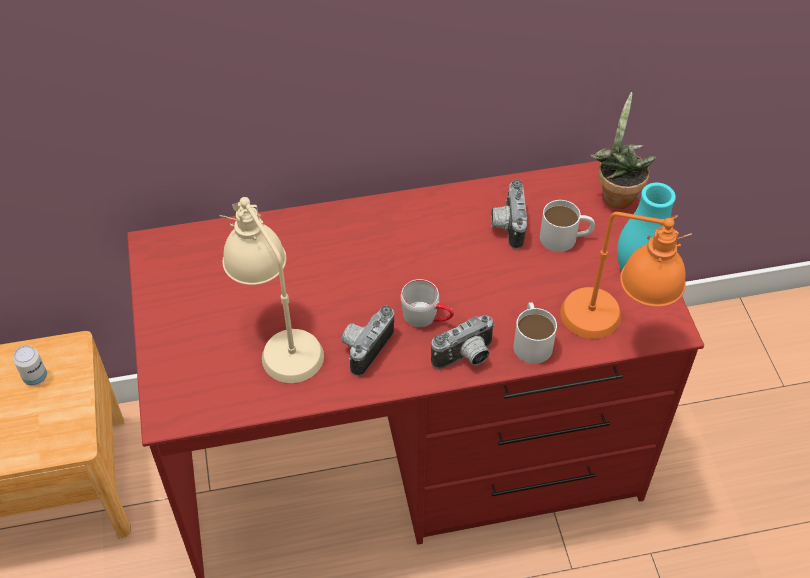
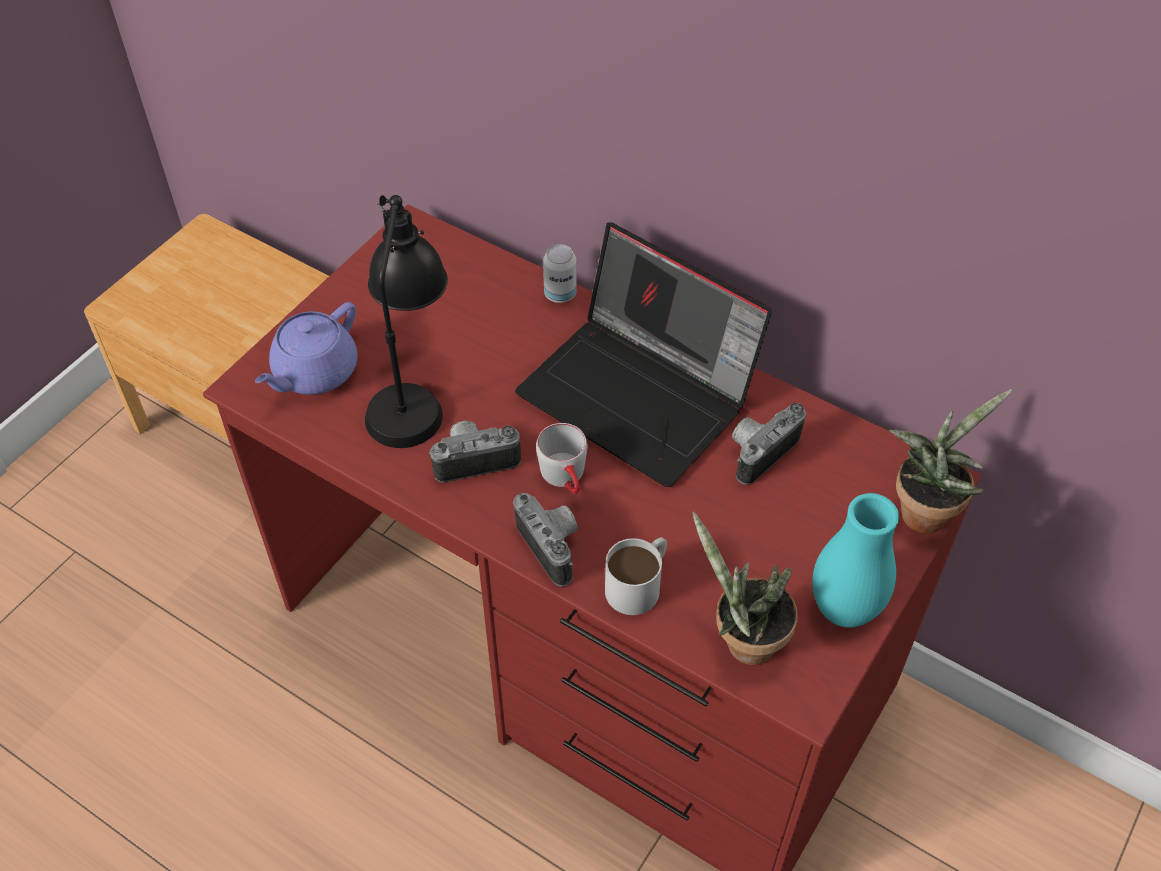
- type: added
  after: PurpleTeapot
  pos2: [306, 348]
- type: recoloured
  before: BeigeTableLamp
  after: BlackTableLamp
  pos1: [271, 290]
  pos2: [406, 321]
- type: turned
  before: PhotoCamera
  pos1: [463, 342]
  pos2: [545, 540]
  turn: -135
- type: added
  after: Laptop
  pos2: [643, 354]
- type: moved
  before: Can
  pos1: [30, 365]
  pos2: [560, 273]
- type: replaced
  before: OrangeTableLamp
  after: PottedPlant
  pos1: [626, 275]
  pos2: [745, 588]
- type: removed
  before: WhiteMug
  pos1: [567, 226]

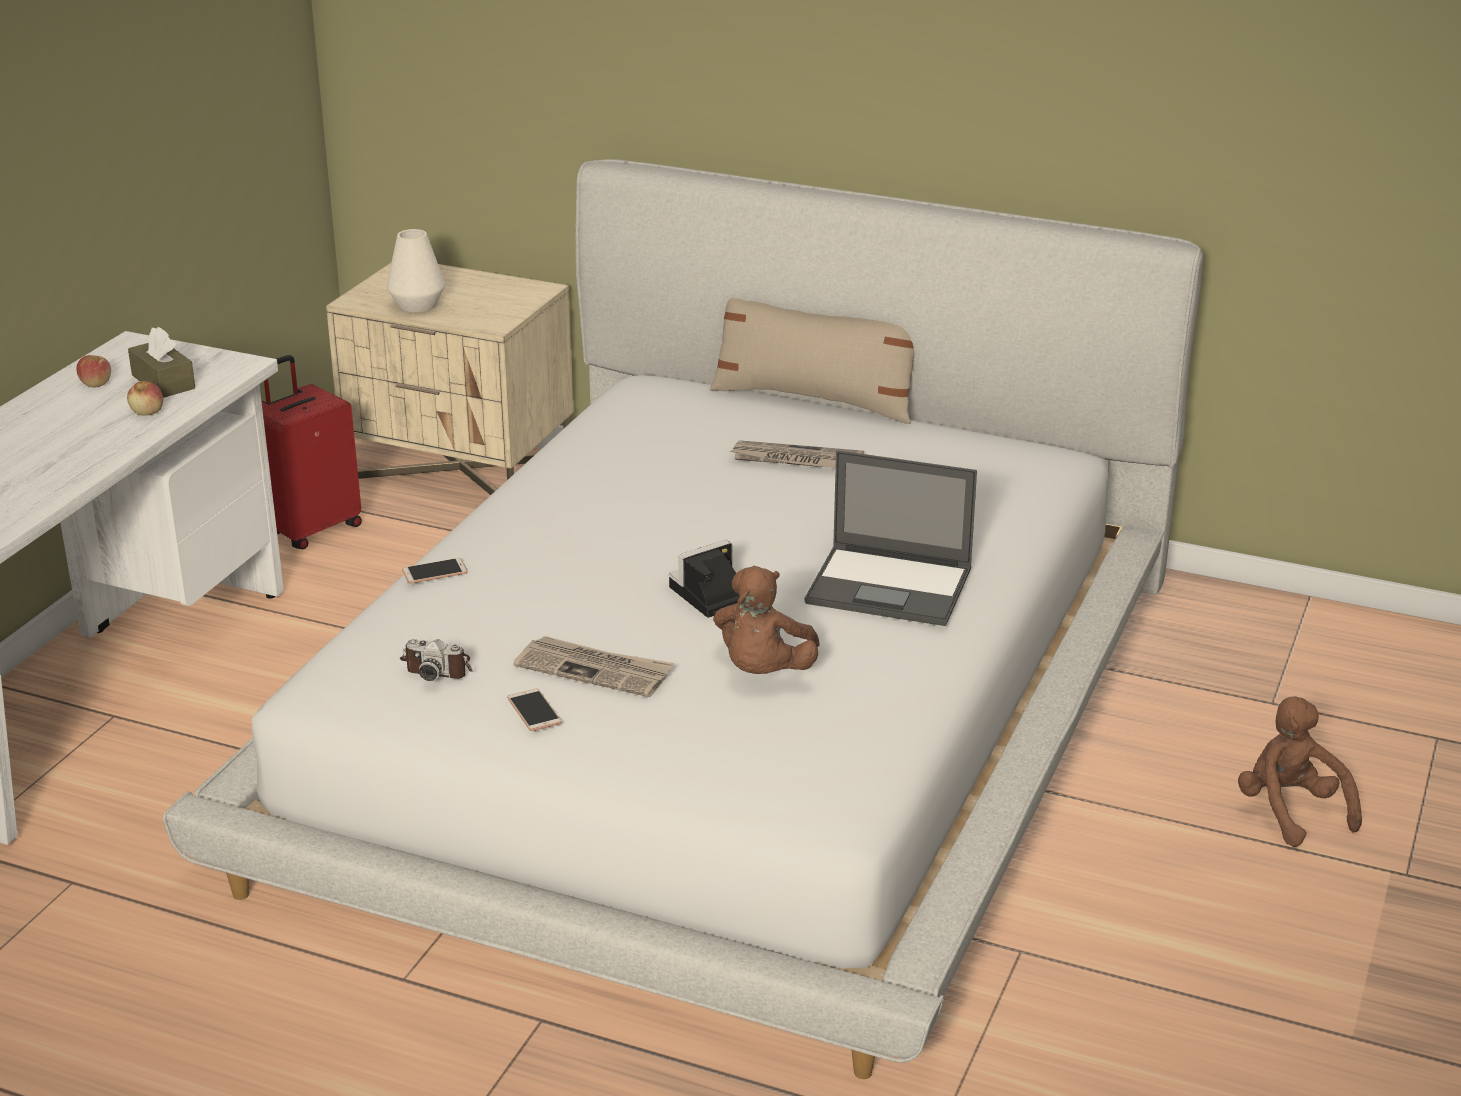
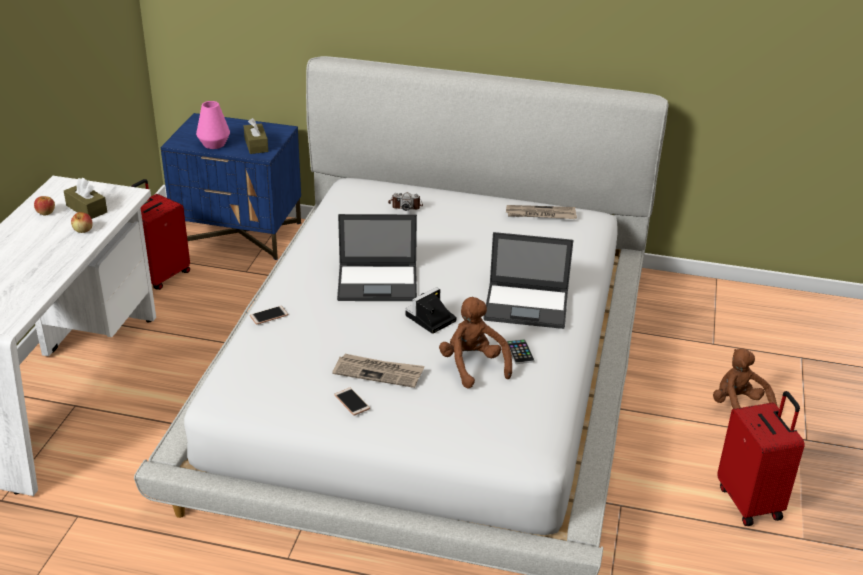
- type: recoloured
  before: BeigeNightstand
  after: BlueNightstand
  pos1: [450, 379]
  pos2: [231, 186]
- type: recoloured
  before: WhiteVase
  after: PinkVase
  pos1: [416, 271]
  pos2: [213, 125]
- type: added
  after: BrownTissueBox
  pos2: [256, 136]
- type: added
  after: Laptop
  pos2: [377, 257]
- type: moved
  before: PhotoCamera
  pos1: [436, 660]
  pos2: [405, 201]
- type: turned
  before: BrownPlushToy
  pos1: [766, 620]
  pos2: [475, 342]
  turn: 150
- type: moved
  before: Newspaper
  pos1: [797, 454]
  pos2: [541, 212]
- type: added
  after: Phone
  pos2: [521, 351]
- type: added
  after: RedSuitcase
  pos2: [761, 458]
- type: removed
  before: BeigePillow
  pos1: [812, 361]

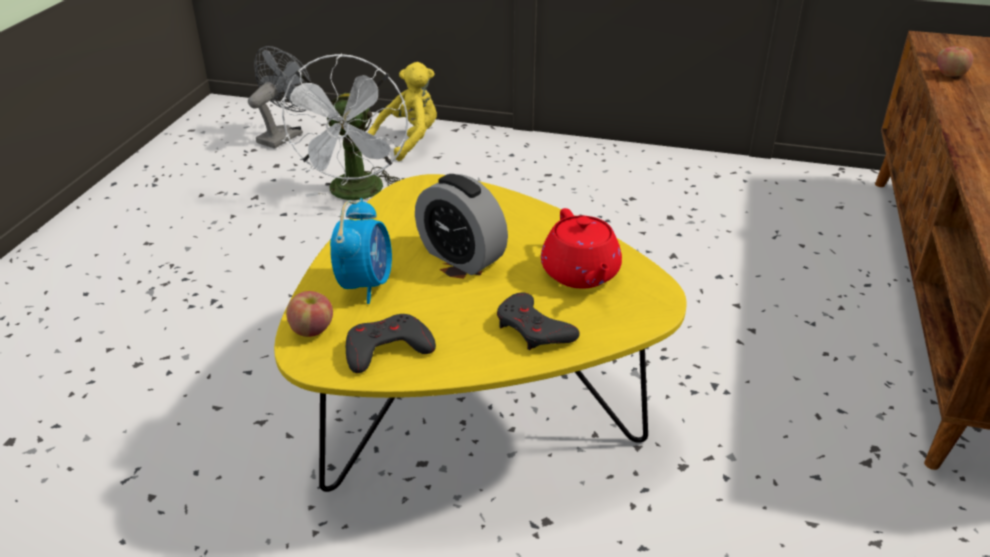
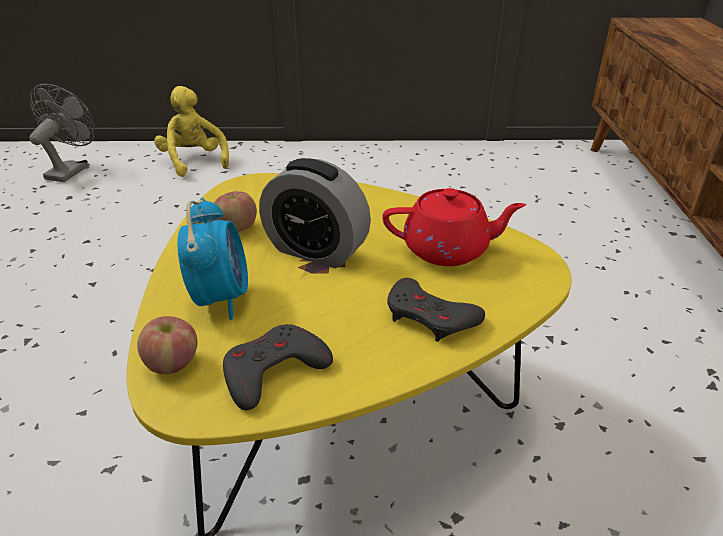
- type: turned
  before: YellowPlushToy
  pos1: [402, 111]
  pos2: [191, 131]
  turn: -60
- type: moved
  before: Apple
  pos1: [955, 61]
  pos2: [235, 211]
- type: turned
  before: RedTeapot
  pos1: [581, 248]
  pos2: [454, 227]
  turn: -60
- type: removed
  before: WhiteFan
  pos1: [343, 126]

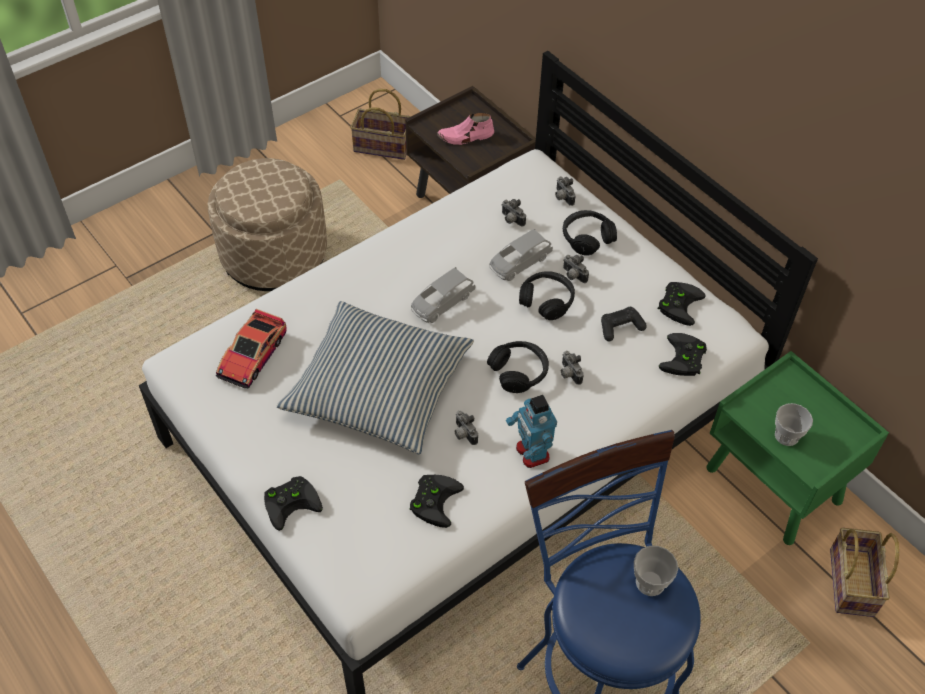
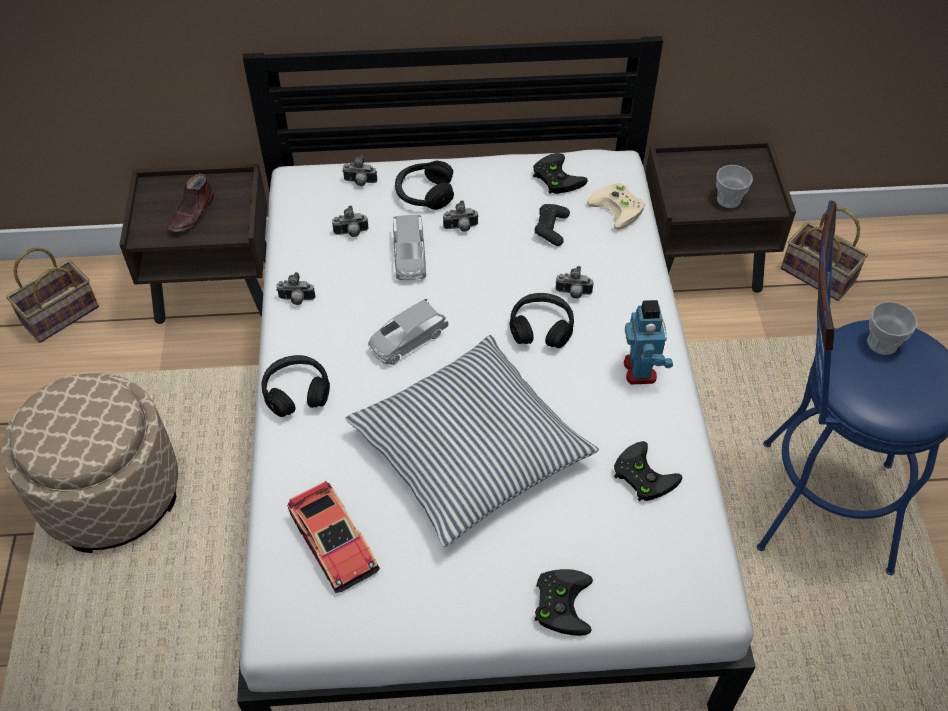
- type: recoloured
  before: PinkShoe
  after: BrownShoe
  pos1: [465, 129]
  pos2: [191, 202]
- type: moved
  before: BlackHeadphones
  pos1: [547, 295]
  pos2: [295, 386]
- type: moved
  before: PhotoCamera
  pos1: [466, 428]
  pos2: [295, 288]
- type: turned
  before: GreyToyCar
  pos1: [443, 295]
  pos2: [408, 332]
  turn: 60
- type: recoloured
  before: BlackGameController
  after: BeigeGameController
  pos1: [683, 354]
  pos2: [616, 206]
- type: turned
  before: ToyRobot
  pos1: [531, 431]
  pos2: [648, 342]
  turn: -105
- type: recoloured
  before: GreenNightstand
  after: BrownNightstand
  pos1: [797, 448]
  pos2: [720, 216]

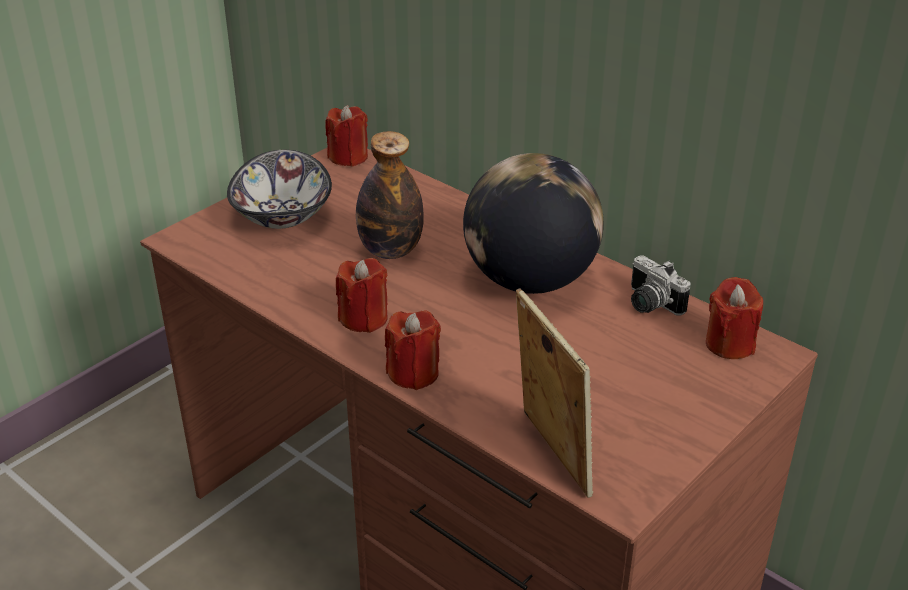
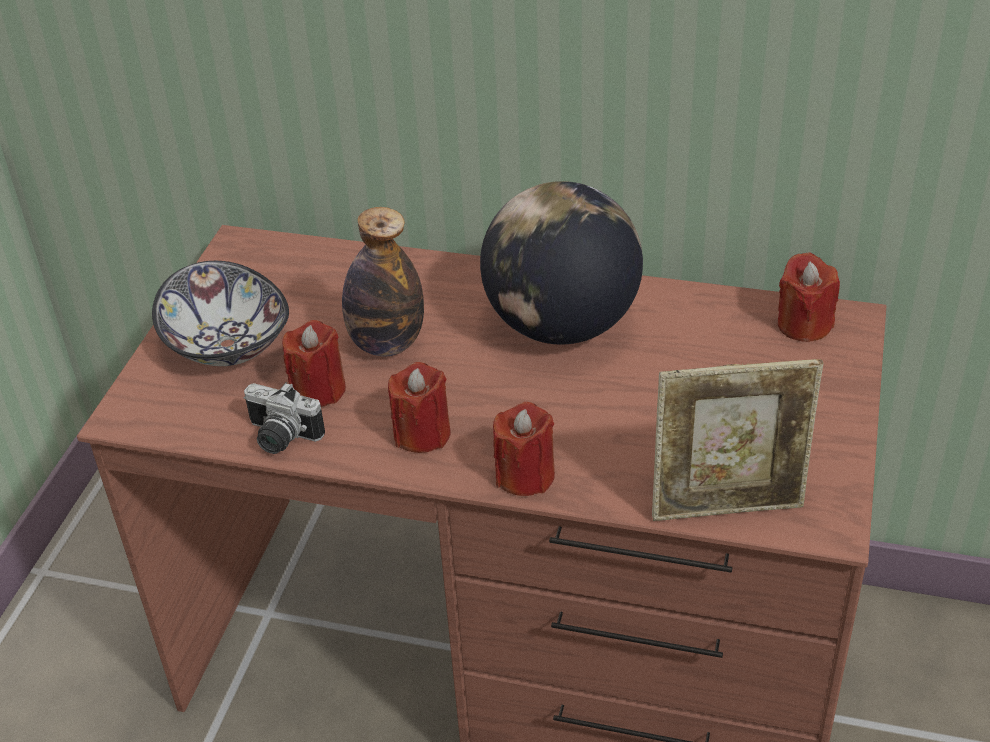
- type: moved
  before: PhotoCamera
  pos1: [661, 285]
  pos2: [284, 418]
- type: moved
  before: RedCandle
  pos1: [346, 136]
  pos2: [314, 363]
- type: turned
  before: PictureFrame
  pos1: [554, 393]
  pos2: [737, 440]
  turn: 135

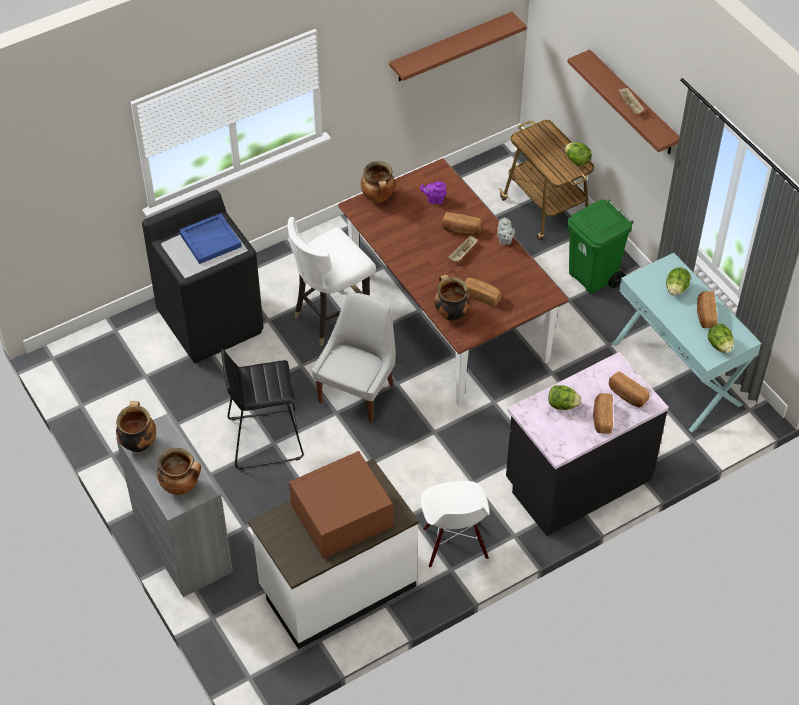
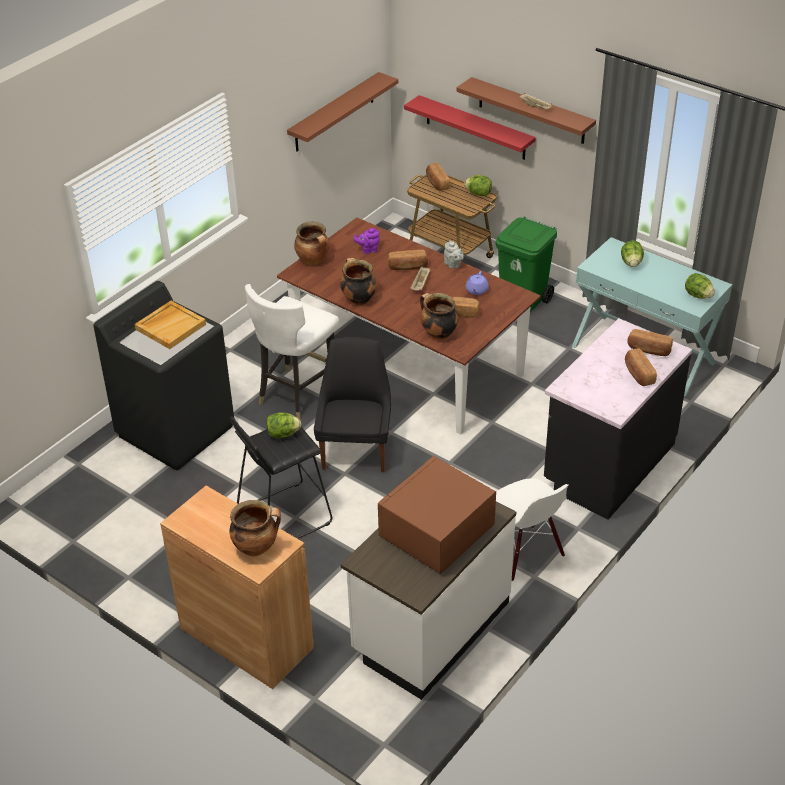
- type: recoloured
  before: BlueTray
  after: BeigeTray
  pos1: [210, 238]
  pos2: [170, 325]
- type: recoloured
  before: GreyCabinet
  after: BrownCabinet
  pos1: [174, 505]
  pos2: [237, 587]
- type: moved
  before: Lettuce
  pos1: [565, 397]
  pos2: [284, 425]
- type: recoloured
  before: WhiteChair
  after: BlackChair
  pos1: [353, 357]
  pos2: [352, 404]
- type: moved
  before: CookingPot
  pos1: [136, 426]
  pos2: [358, 281]
- type: added
  after: RedShelf
  pos2: [470, 127]
- type: moved
  before: Bread
  pos1: [707, 309]
  pos2: [438, 177]
- type: added
  after: PurpleTeapot
  pos2: [477, 283]

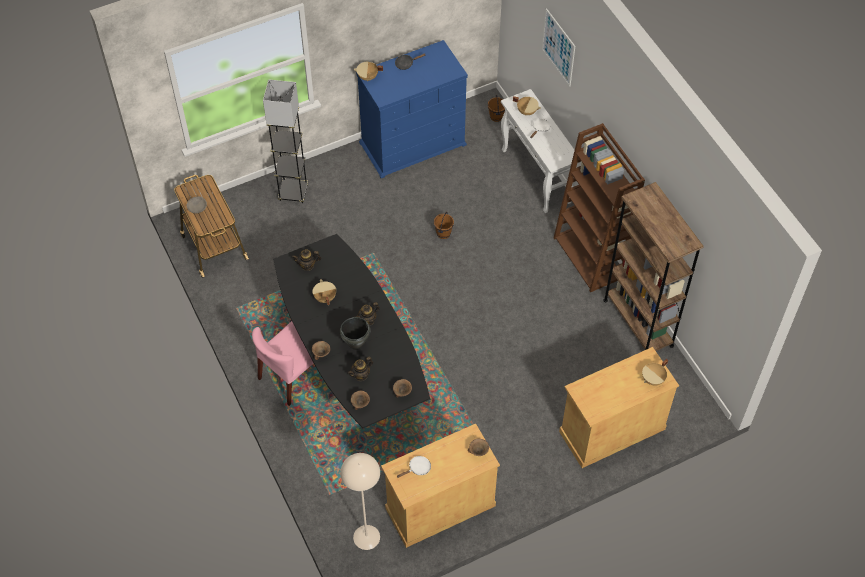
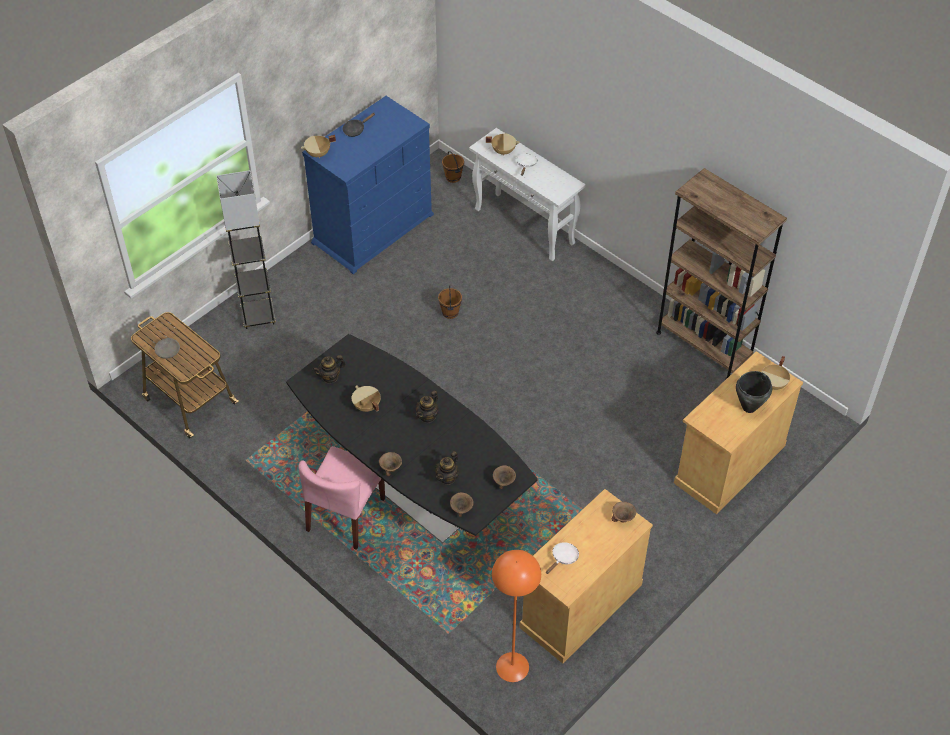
- type: recoloured
  before: BeigeFloorLamp
  after: OrangeFloorLamp
  pos1: [360, 501]
  pos2: [516, 616]
- type: moved
  before: BlackCookingPot
  pos1: [355, 333]
  pos2: [754, 392]
- type: removed
  before: Picture
  pos1: [558, 47]
- type: removed
  before: BrownBookcase
  pos1: [599, 207]

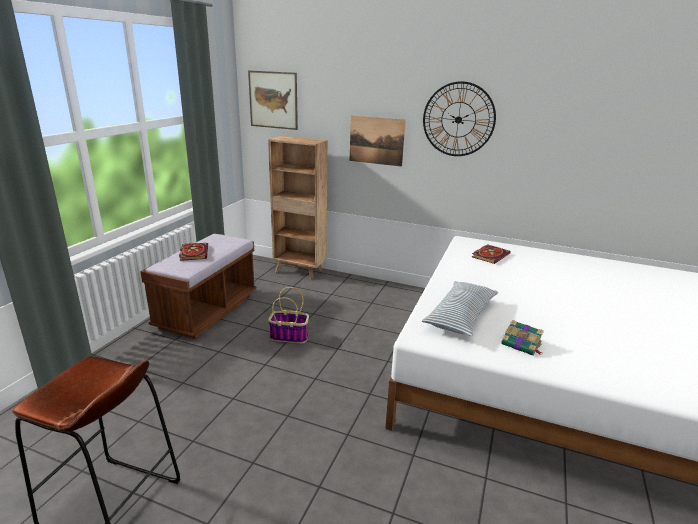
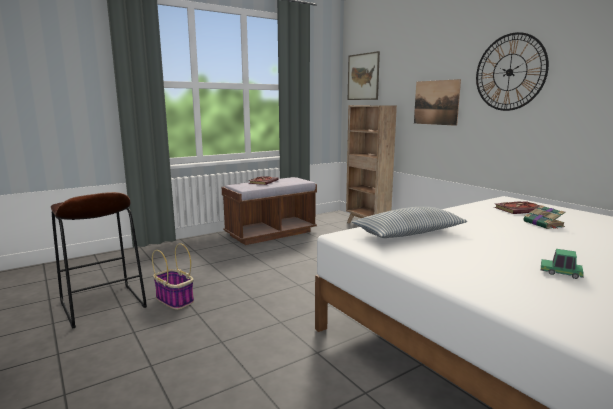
- type: moved
  before: Basket
  pos1: [288, 315]
  pos2: [173, 276]
- type: moved
  before: Book
  pos1: [522, 338]
  pos2: [544, 217]
- type: added
  after: ToyCar
  pos2: [562, 264]

